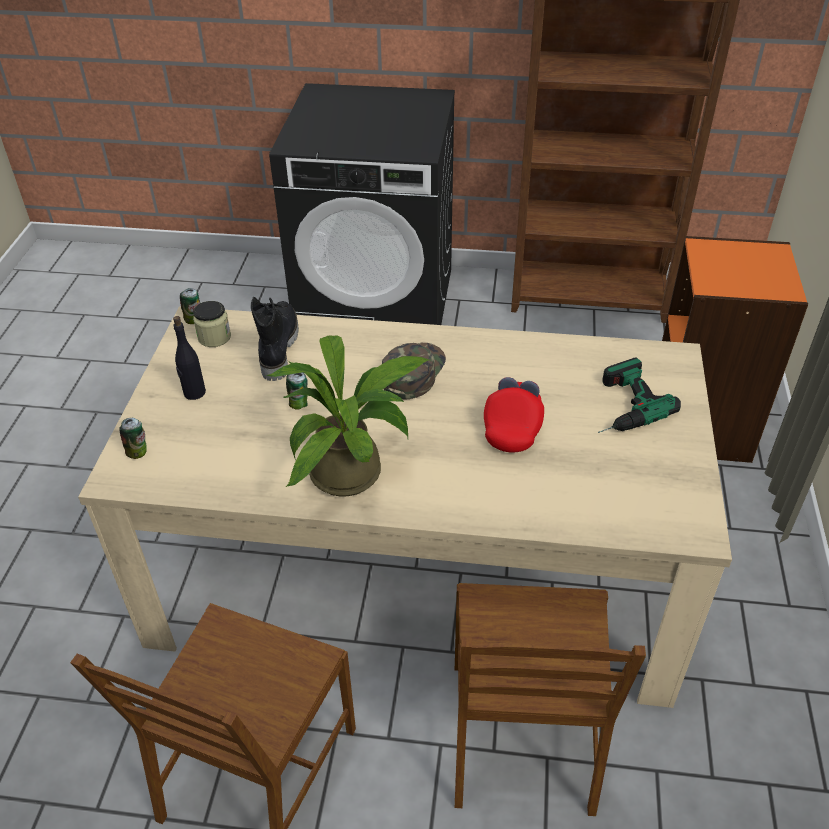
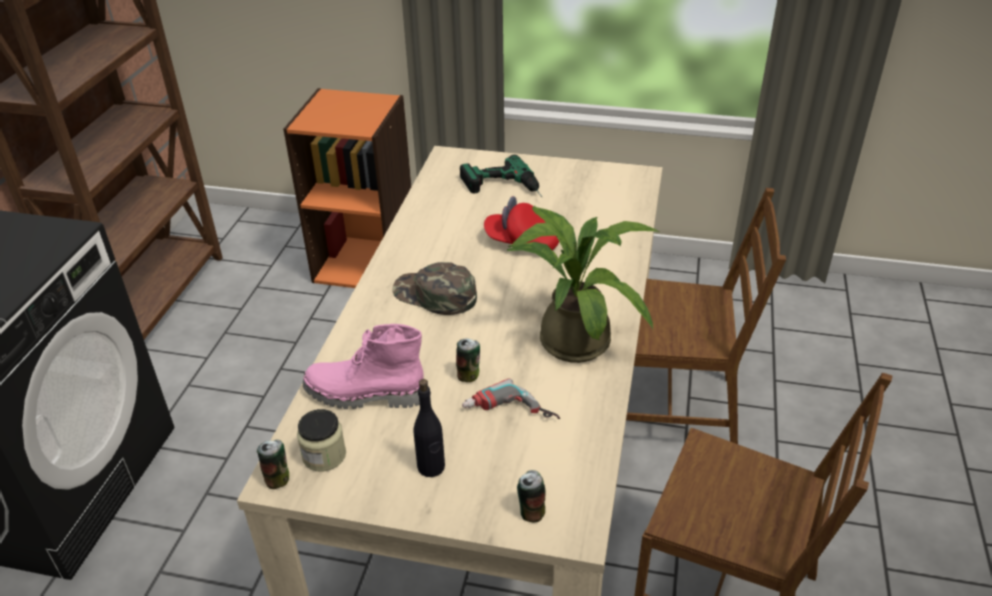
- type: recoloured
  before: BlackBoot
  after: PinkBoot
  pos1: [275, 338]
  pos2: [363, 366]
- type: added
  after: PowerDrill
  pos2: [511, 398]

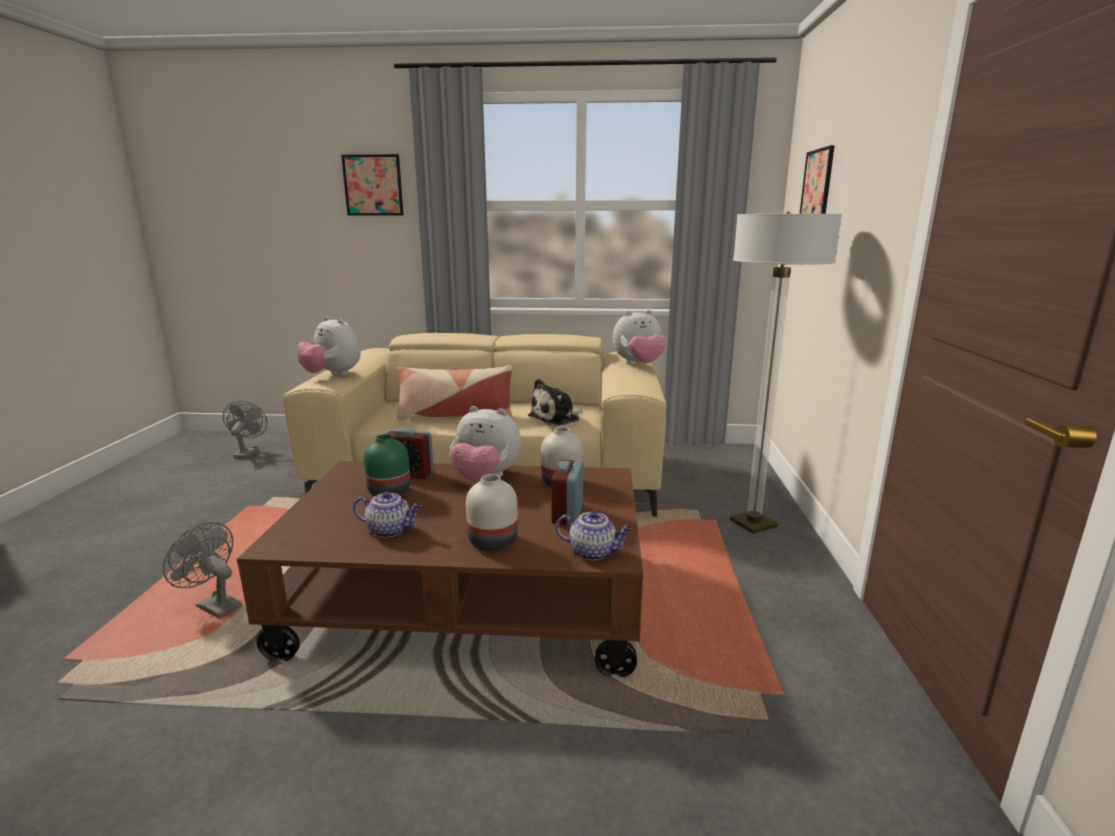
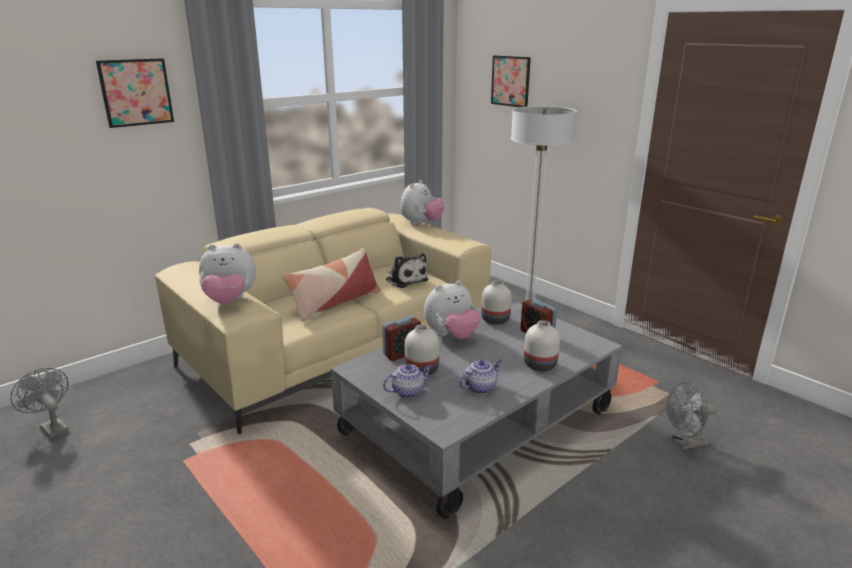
- type: recoloured
  before: BrownCoffeeTable
  after: GreyCoffeeTable
  pos1: [440, 569]
  pos2: [476, 409]
- type: moved
  before: Teapot
  pos1: [594, 535]
  pos2: [407, 381]
- type: turned
  before: PlushToy
  pos1: [555, 402]
  pos2: [407, 270]
  turn: -45
- type: recoloured
  before: GreenVase
  after: WhiteVase
  pos1: [387, 465]
  pos2: [422, 350]
- type: moved
  before: GreyFan
  pos1: [202, 570]
  pos2: [692, 416]

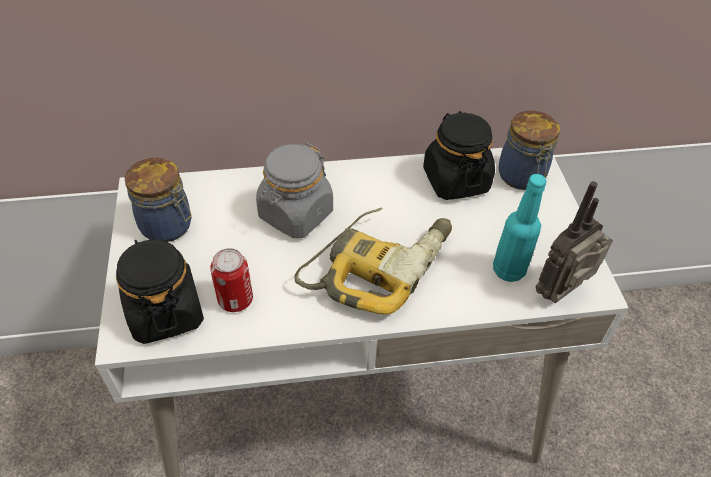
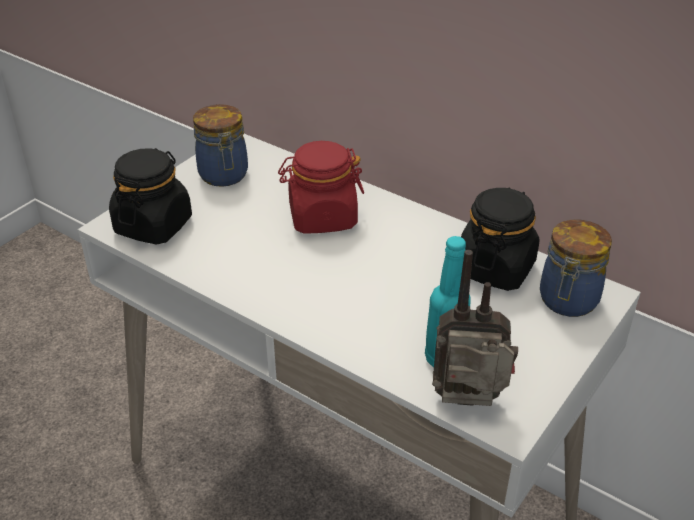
- type: recoloured
  before: GreyJar
  after: RedJar
  pos1: [294, 190]
  pos2: [321, 187]
- type: removed
  before: Can
  pos1: [231, 280]
- type: removed
  before: PowerDrill
  pos1: [373, 261]

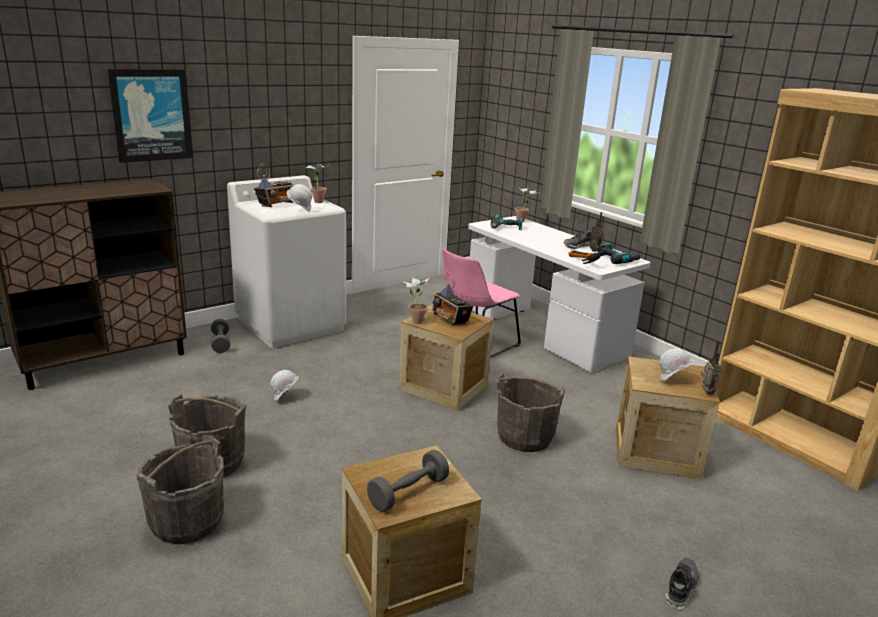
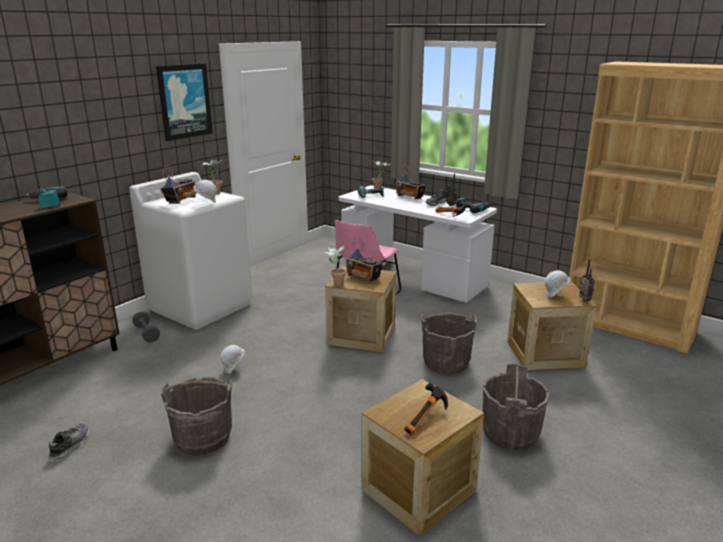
- type: added
  after: PowerDrill
  pos2: [46, 196]
- type: moved
  before: Shoe
  pos1: [682, 583]
  pos2: [69, 443]
- type: moved
  before: Picture
  pos1: [150, 116]
  pos2: [184, 102]
- type: added
  after: Radio
  pos2: [411, 181]
- type: replaced
  before: GreyDumbbell
  after: Hammer
  pos1: [408, 481]
  pos2: [426, 408]
- type: moved
  before: GreyBucket
  pos1: [180, 489]
  pos2: [516, 406]

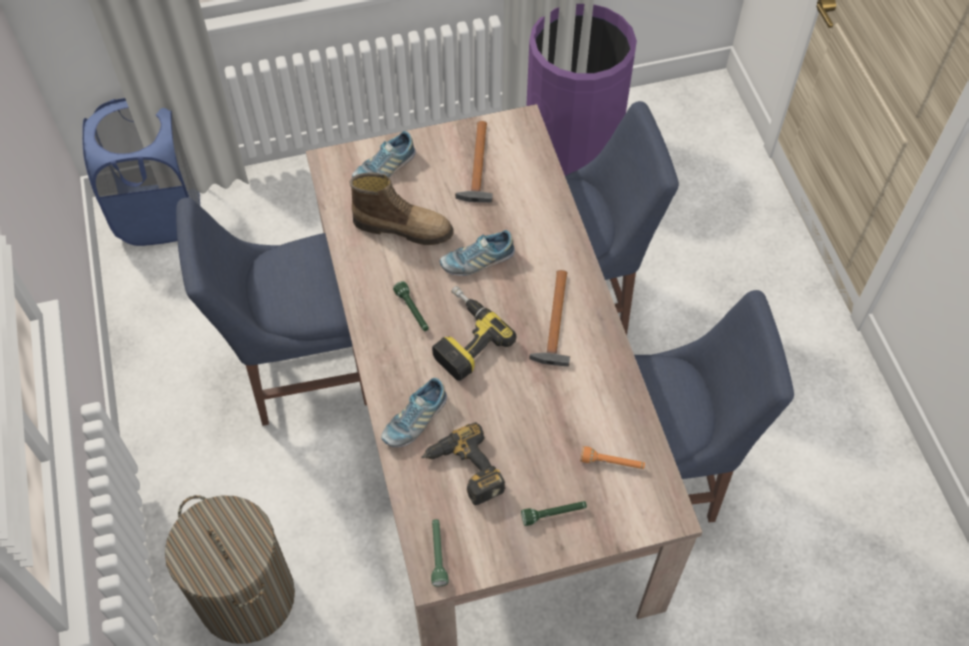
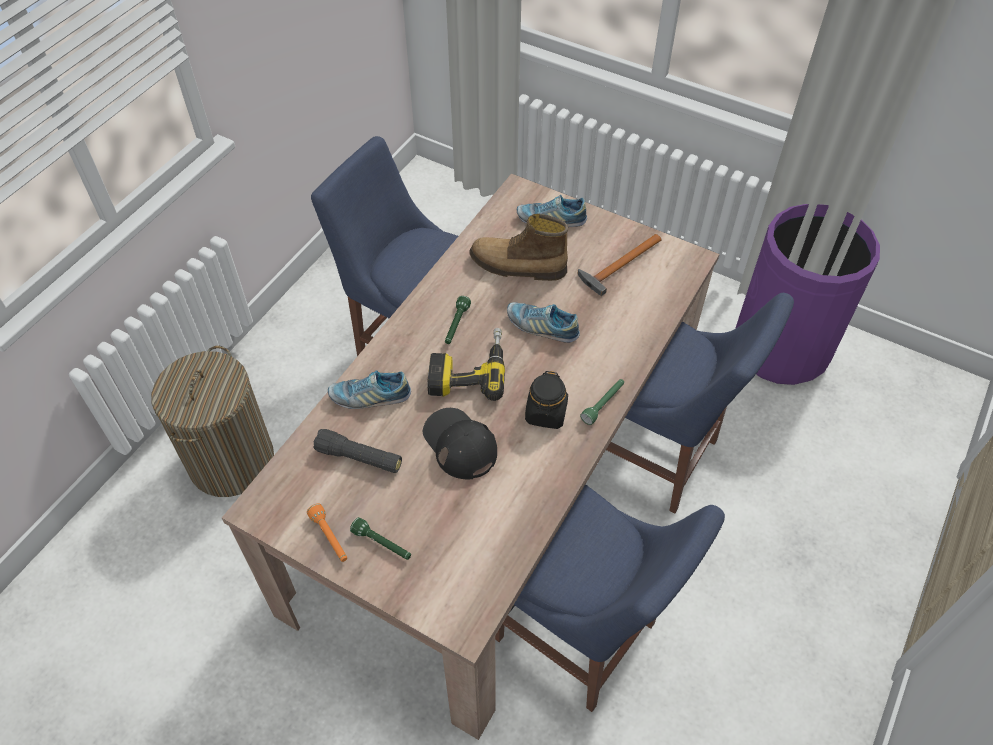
- type: moved
  before: OrangeFlashlight
  pos1: [612, 457]
  pos2: [327, 532]
- type: replaced
  before: PowerDrill
  after: BlackFlashlight
  pos1: [463, 463]
  pos2: [357, 451]
- type: added
  after: BlackCap
  pos2: [460, 443]
- type: turned
  before: Boot
  pos1: [402, 208]
  pos2: [518, 247]
  turn: 135
- type: replaced
  before: Hammer
  after: BlackJar
  pos1: [549, 318]
  pos2: [546, 400]
- type: moved
  before: GreenFlashlight
  pos1: [440, 552]
  pos2: [602, 402]
- type: removed
  before: BlueLaundryBasket
  pos1: [141, 172]

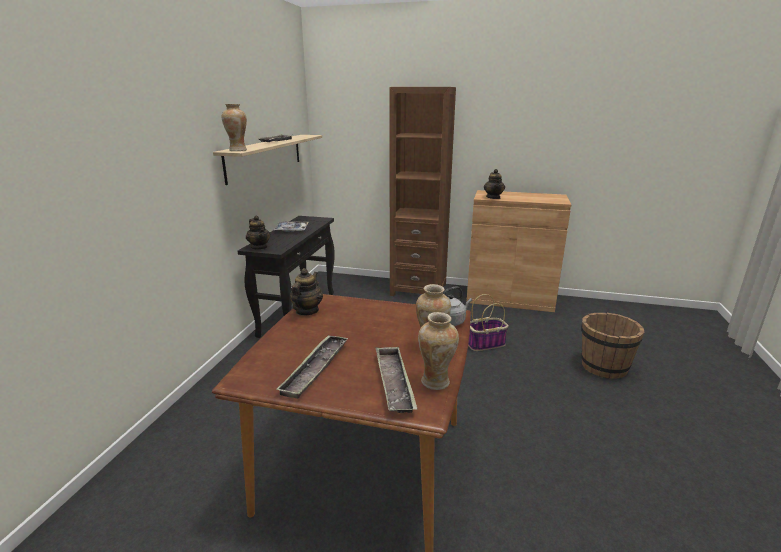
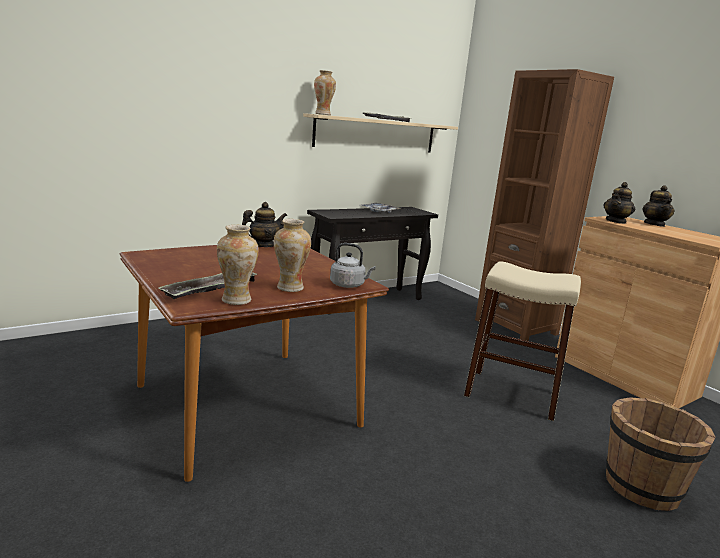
- type: replaced
  before: Basket
  after: BeigeStool
  pos1: [488, 322]
  pos2: [522, 341]
- type: moved
  before: Teapot
  pos1: [258, 232]
  pos2: [658, 206]
- type: removed
  before: Tray
  pos1: [312, 367]

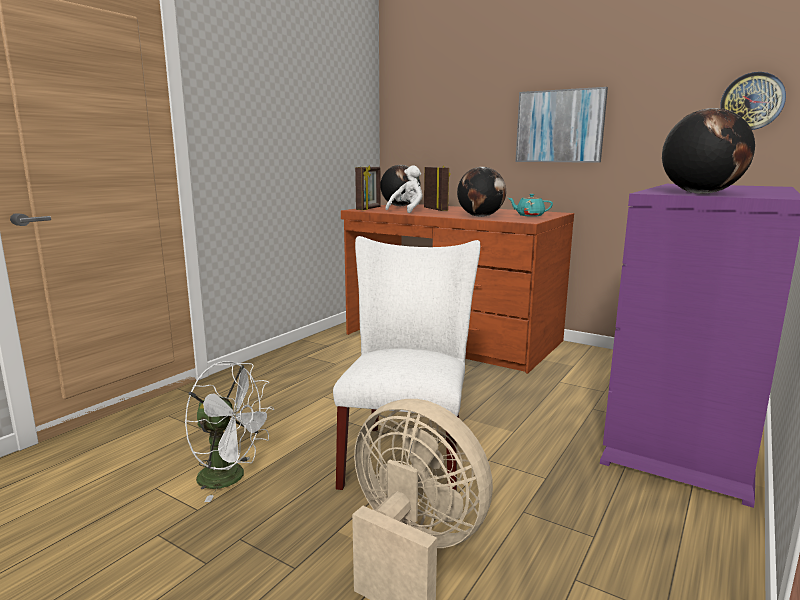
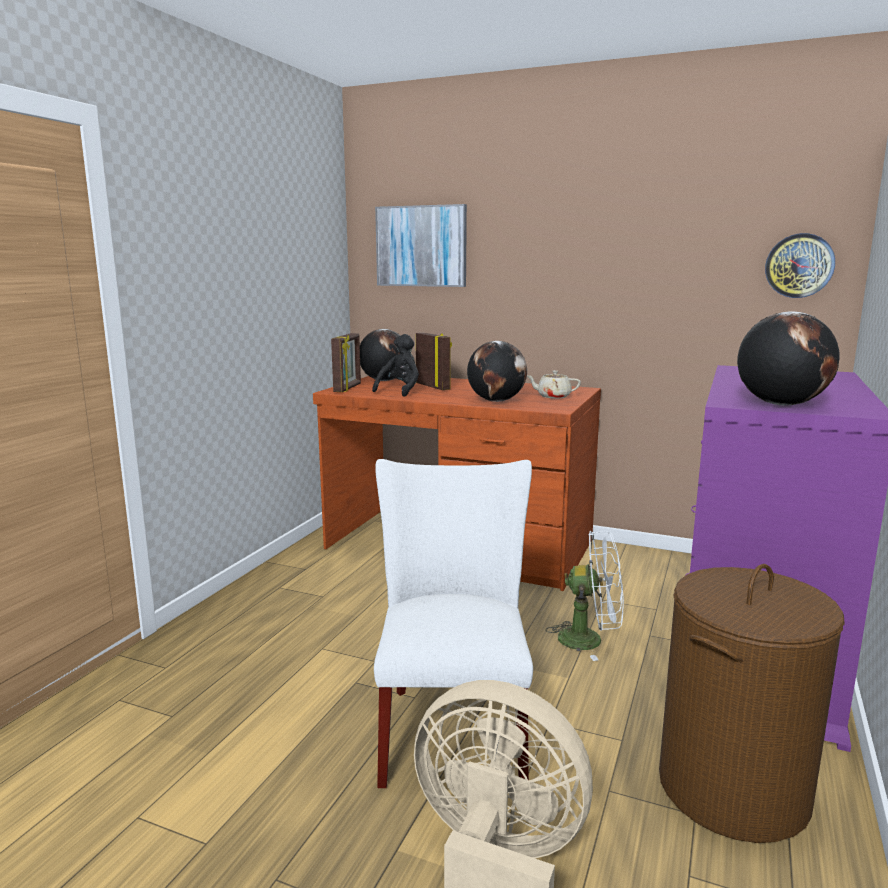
- type: recoloured
  before: WhitePlushToy
  after: BlackPlushToy
  pos1: [403, 189]
  pos2: [395, 365]
- type: moved
  before: Picture
  pos1: [562, 125]
  pos2: [421, 245]
- type: recoloured
  before: TurquoiseTeapot
  after: BeigeTeapot
  pos1: [530, 205]
  pos2: [554, 384]
- type: moved
  before: WhiteFan
  pos1: [229, 431]
  pos2: [585, 596]
- type: added
  after: BrownLaundryBasket
  pos2: [752, 703]

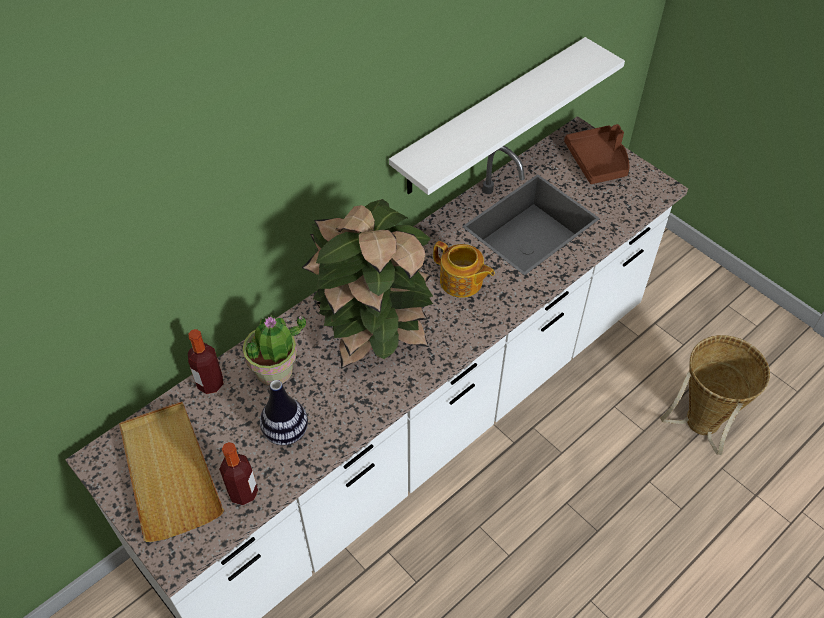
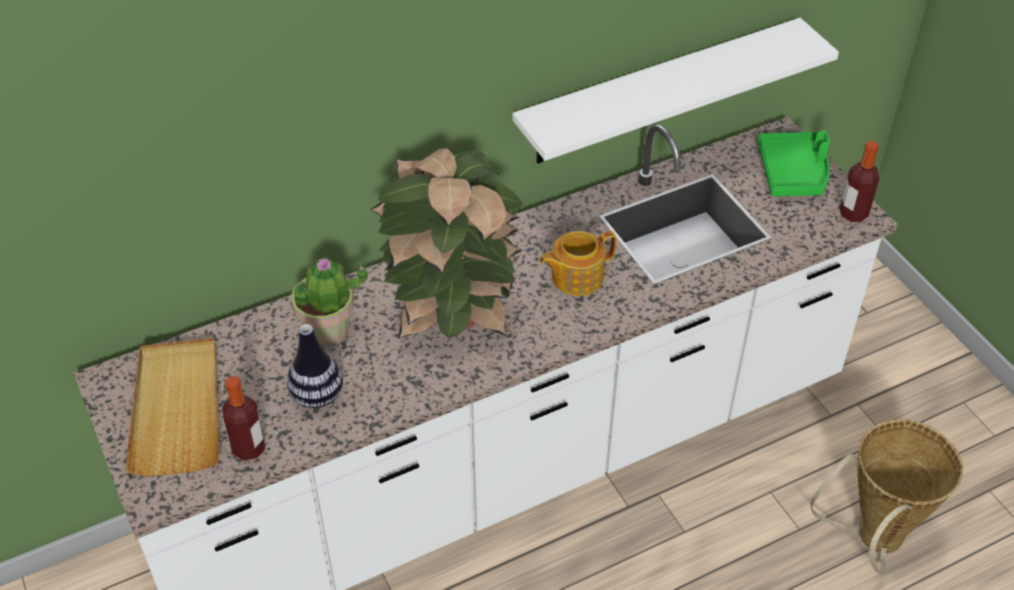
- type: turned
  before: Teapot
  pos1: [464, 269]
  pos2: [578, 263]
  turn: 105
- type: recoloured
  before: BrownTray
  after: GreenTray
  pos1: [596, 154]
  pos2: [794, 163]
- type: moved
  before: Bottle
  pos1: [206, 361]
  pos2: [859, 181]

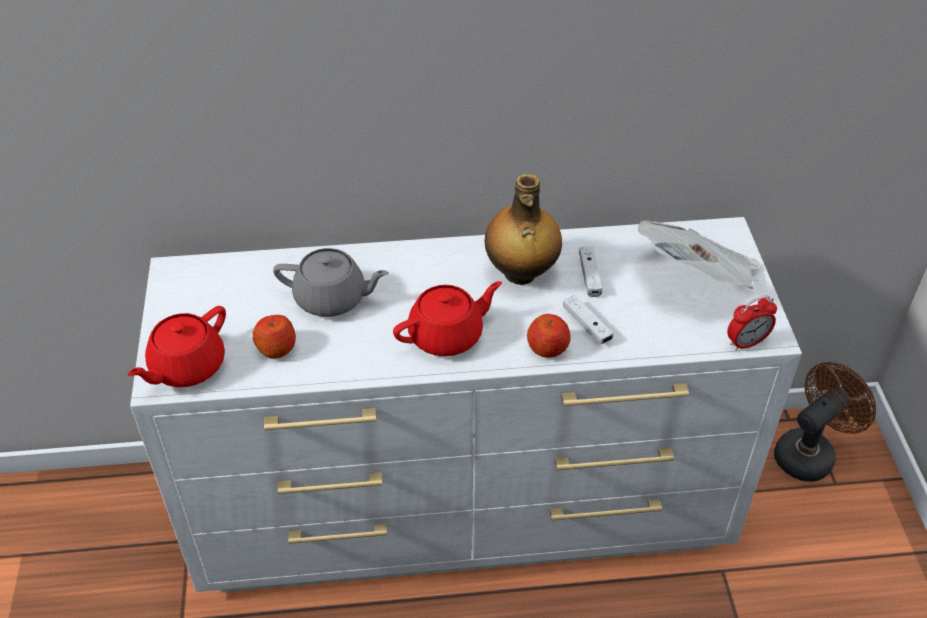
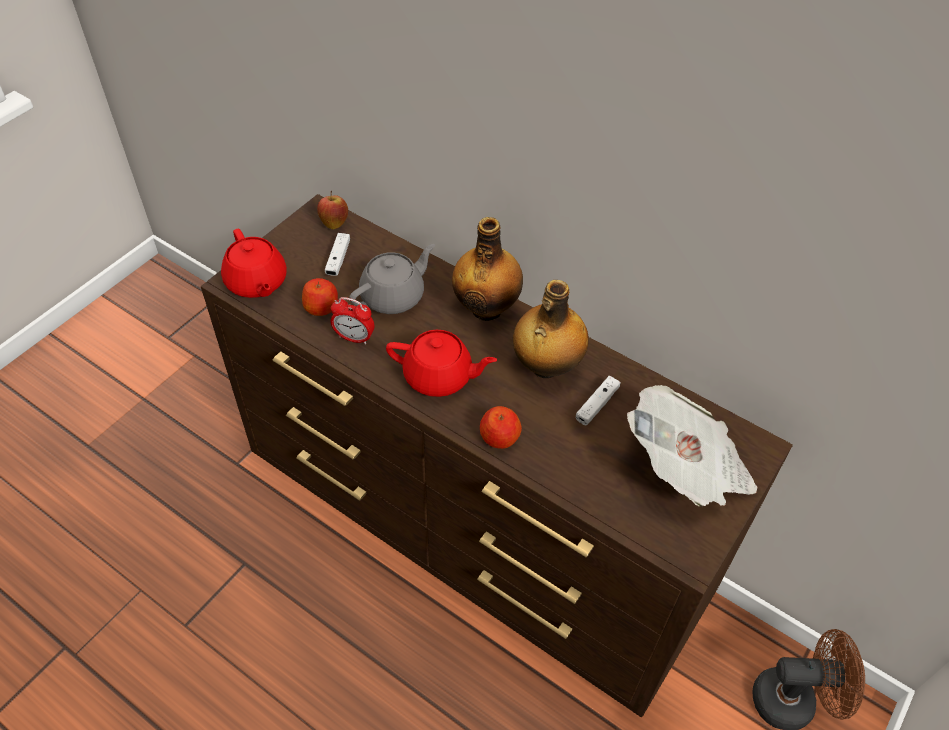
- type: recoloured
  before: WhiteDresser
  after: BrownDresser
  pos1: [466, 405]
  pos2: [497, 455]
- type: turned
  before: RedTeapot
  pos1: [176, 346]
  pos2: [254, 263]
  turn: -105
- type: added
  after: Apple
  pos2: [332, 210]
- type: moved
  before: WhiteGameController
  pos1: [588, 319]
  pos2: [337, 254]
- type: moved
  before: AlarmClock
  pos1: [752, 323]
  pos2: [352, 320]
- type: turned
  before: GreyTeapot
  pos1: [331, 282]
  pos2: [392, 279]
  turn: -90
- type: added
  after: Bottle
  pos2: [487, 269]

